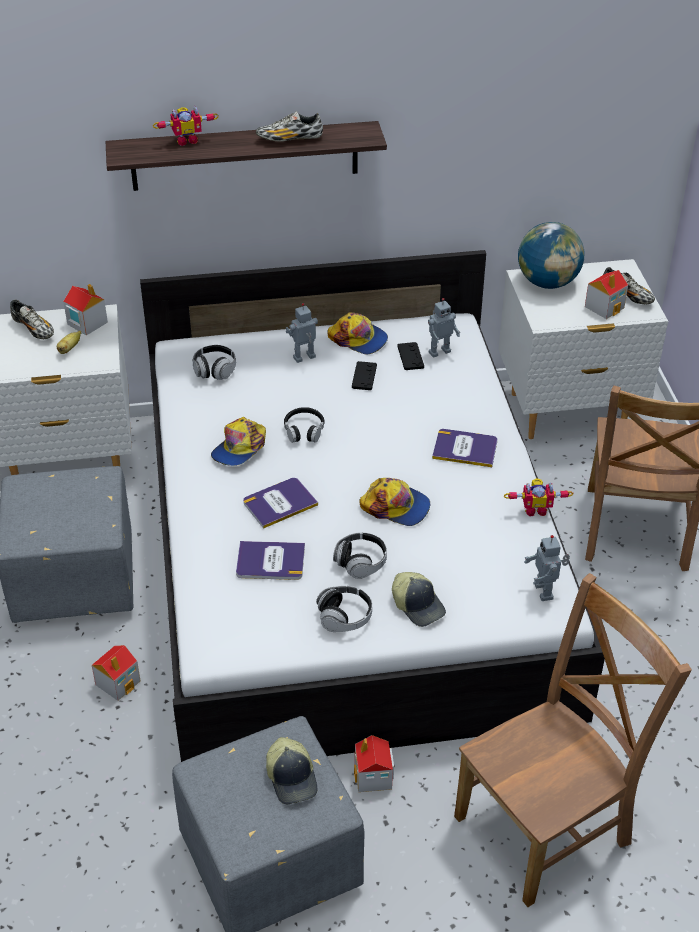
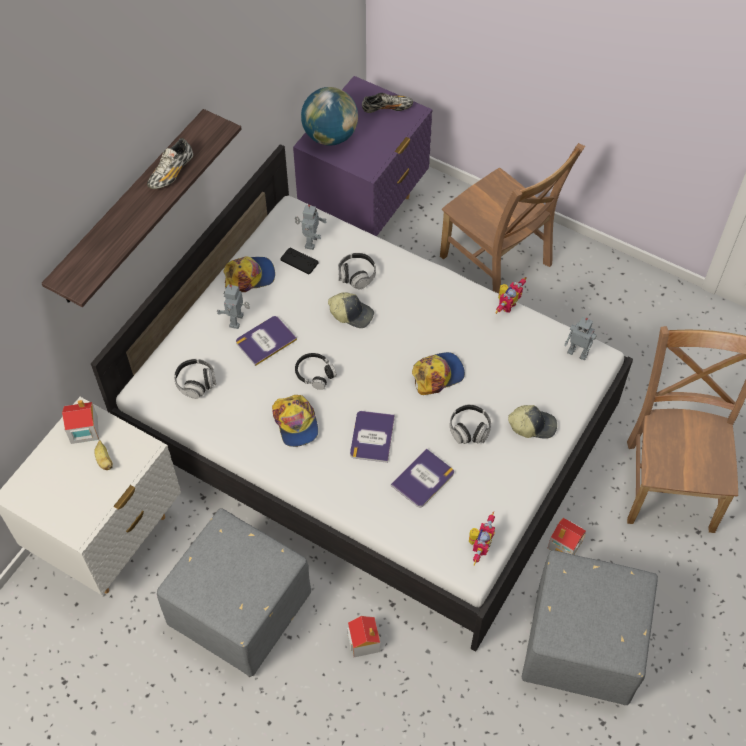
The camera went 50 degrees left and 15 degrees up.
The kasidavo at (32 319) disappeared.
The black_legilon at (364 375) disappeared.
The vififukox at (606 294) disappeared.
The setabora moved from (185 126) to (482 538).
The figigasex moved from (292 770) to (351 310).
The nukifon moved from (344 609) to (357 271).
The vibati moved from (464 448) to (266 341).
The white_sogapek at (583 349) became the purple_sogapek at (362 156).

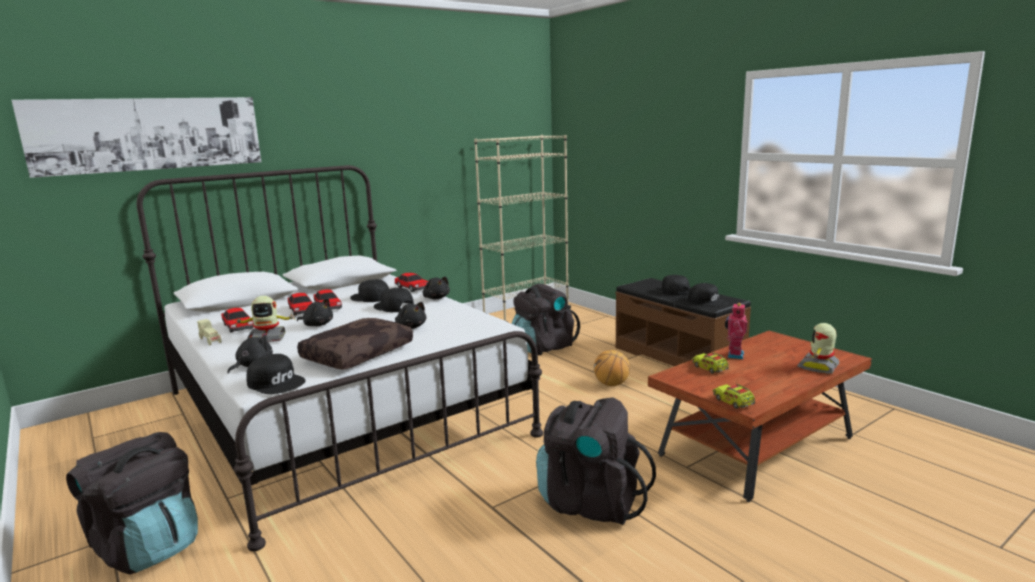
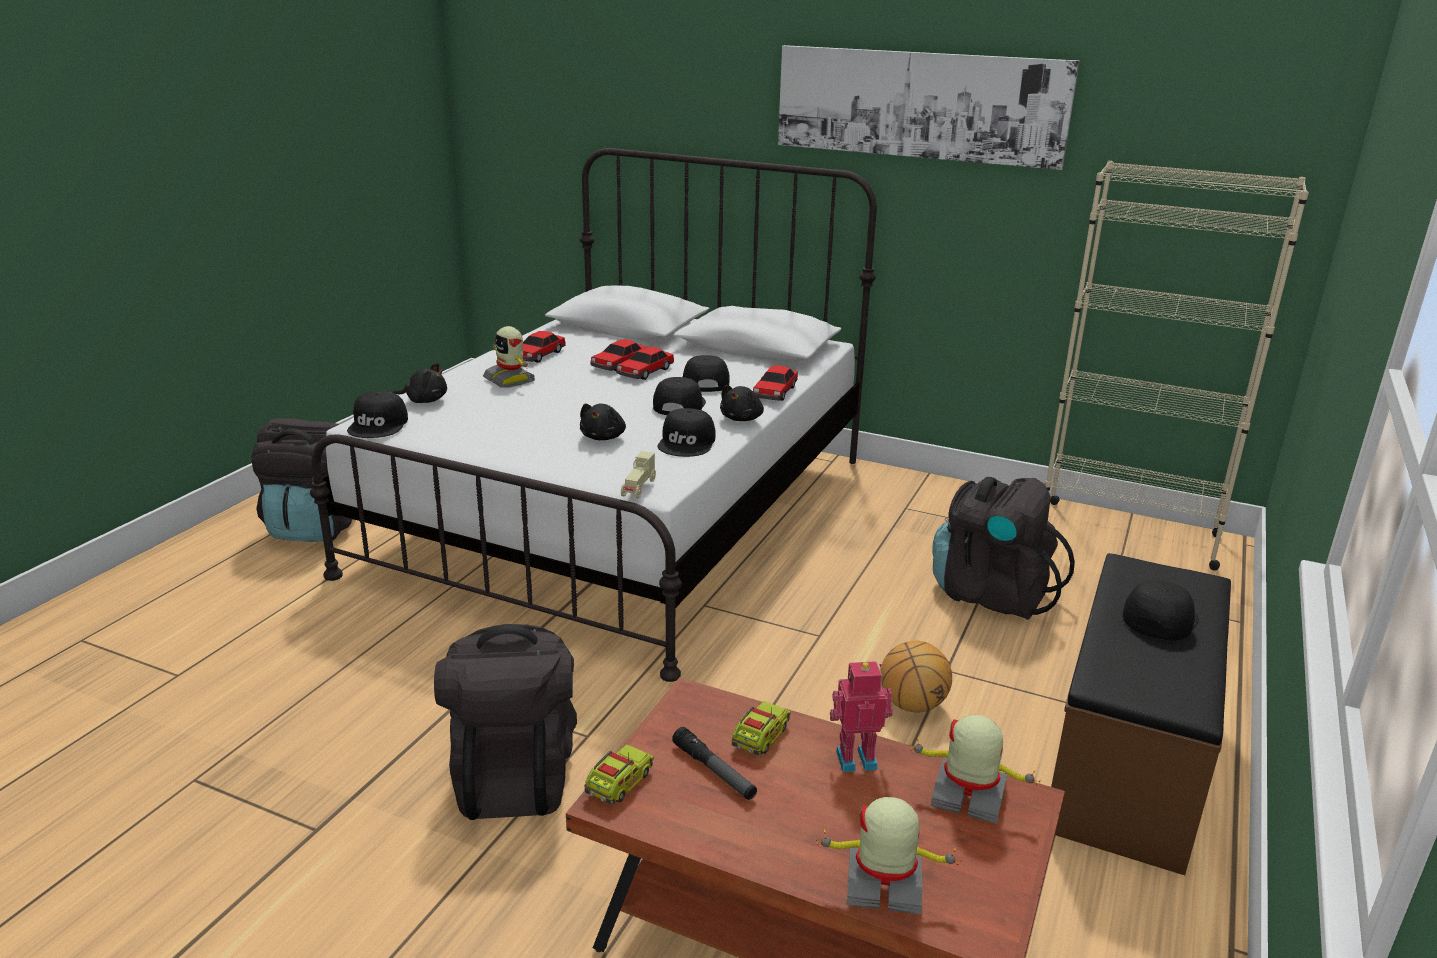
The camera went 60 degrees right and 10 degrees up.
The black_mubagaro at (315 312) disappeared.
The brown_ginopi at (355 344) disappeared.
The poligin at (714 763) appeared.
The setabora at (975 769) appeared.
The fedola moved from (136 137) to (928 107).
The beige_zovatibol moved from (209 332) to (638 475).
The black_figigasex moved from (708 294) to (687 432).

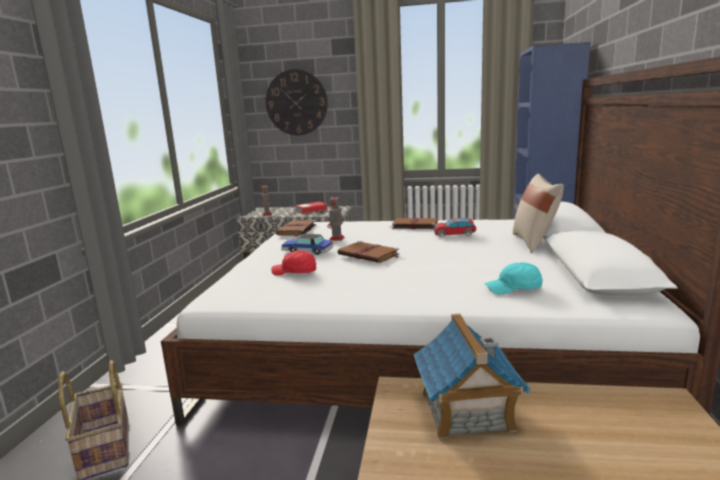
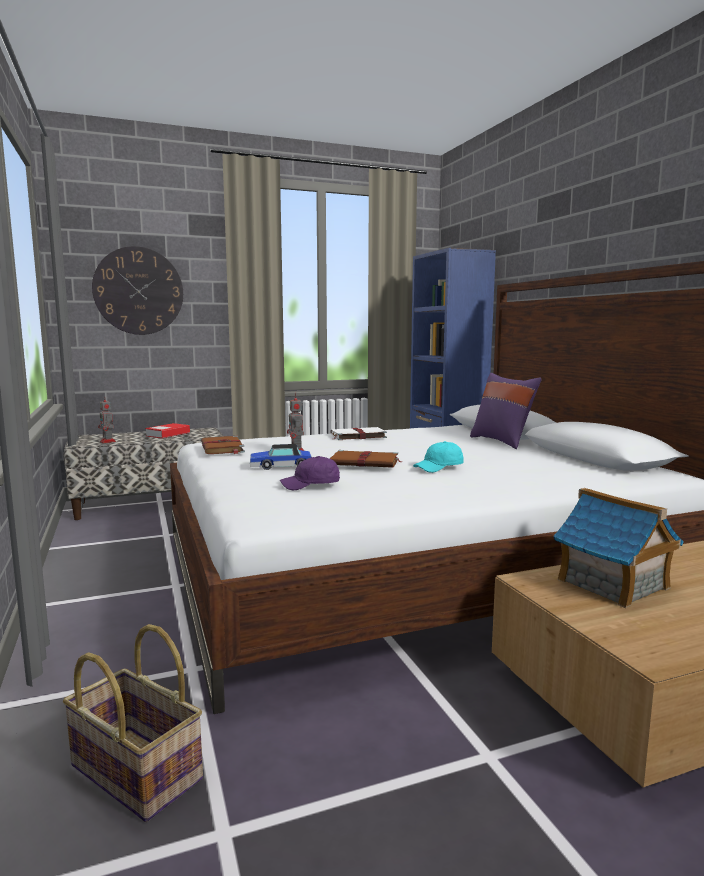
The camera went 30 degrees left and 5 degrees down.
The zovatibol at (455 227) disappeared.
The turquoise_figigasex moved from (514 278) to (438 457).
The red_figigasex at (293 263) became the purple_figigasex at (310 473).
The brown_vibati at (413 223) became the white_vibati at (358 433).
The beige_ginopi at (538 213) became the purple_ginopi at (505 411).

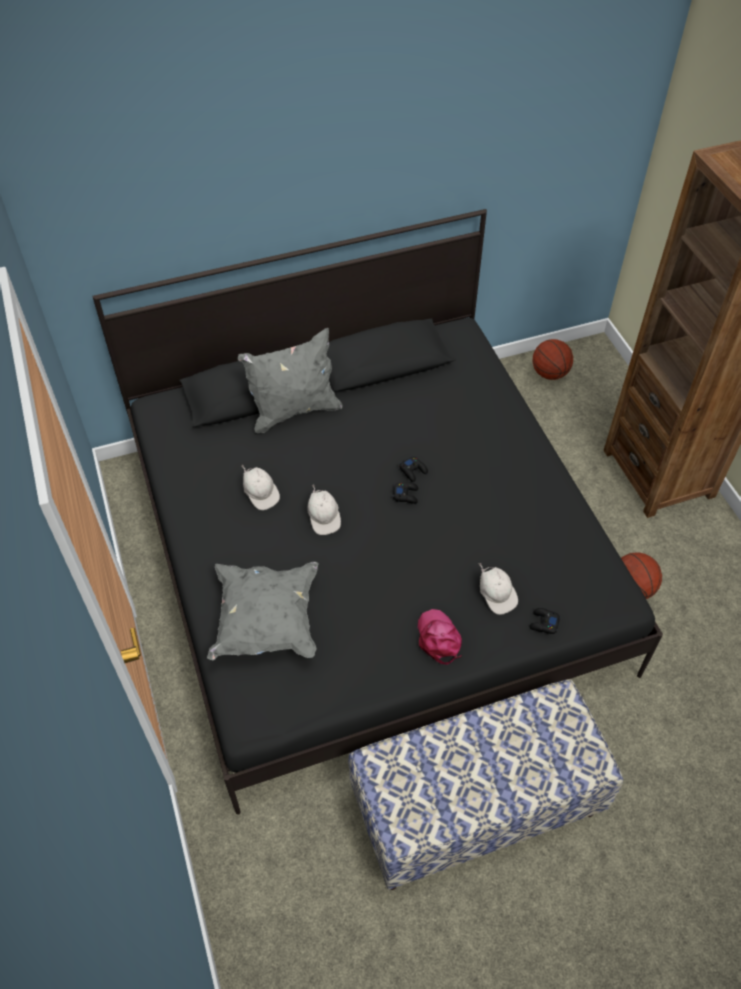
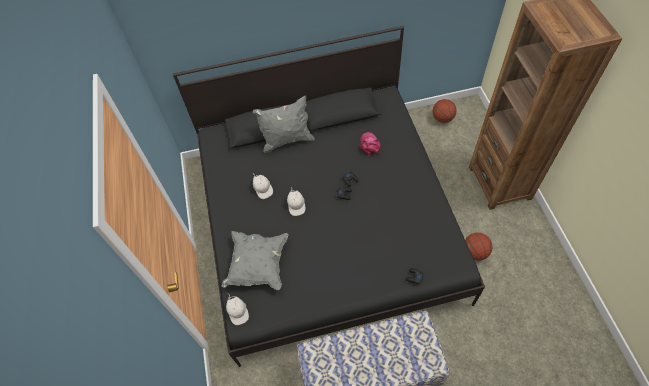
The camera went 10 degrees right and 5 degrees up.
The pink_figigasex moved from (440 637) to (370 144).
The white_figigasex moved from (498 589) to (237 309).

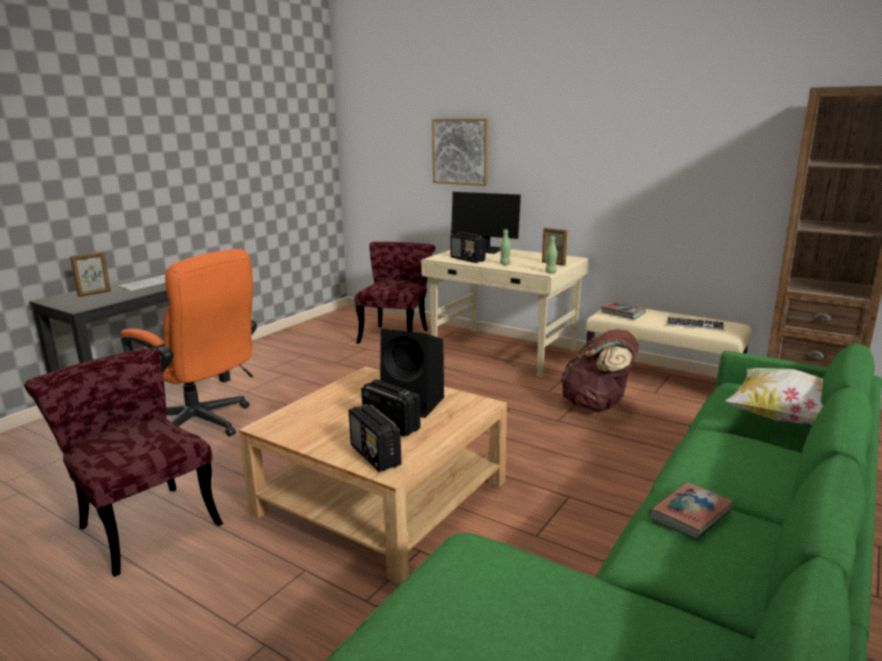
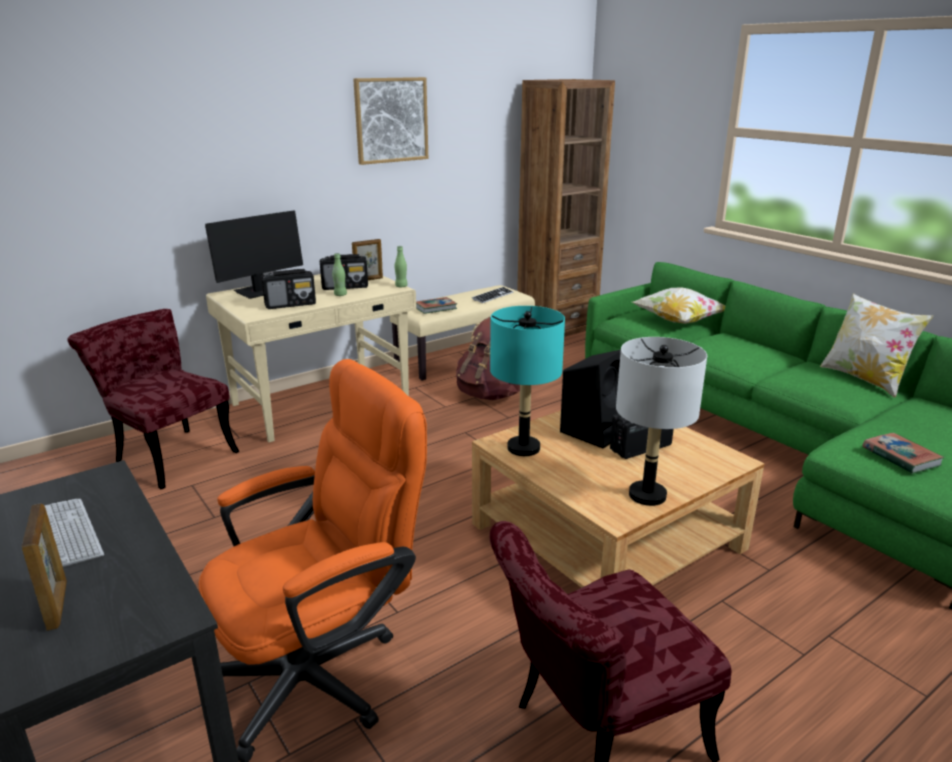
The camera went 70 degrees left and 5 degrees up.
The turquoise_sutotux at (527 381) appeared.
The grey_sutotux at (661 421) appeared.
The ginopi at (877 345) appeared.
The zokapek moved from (375 438) to (344 272).
The fedola moved from (460 152) to (390 121).
The vibati moved from (691 511) to (904 453).

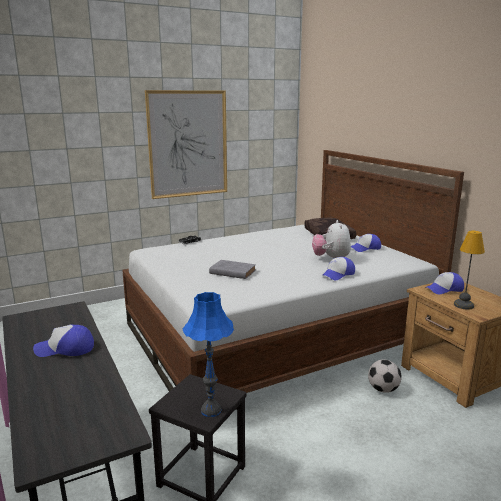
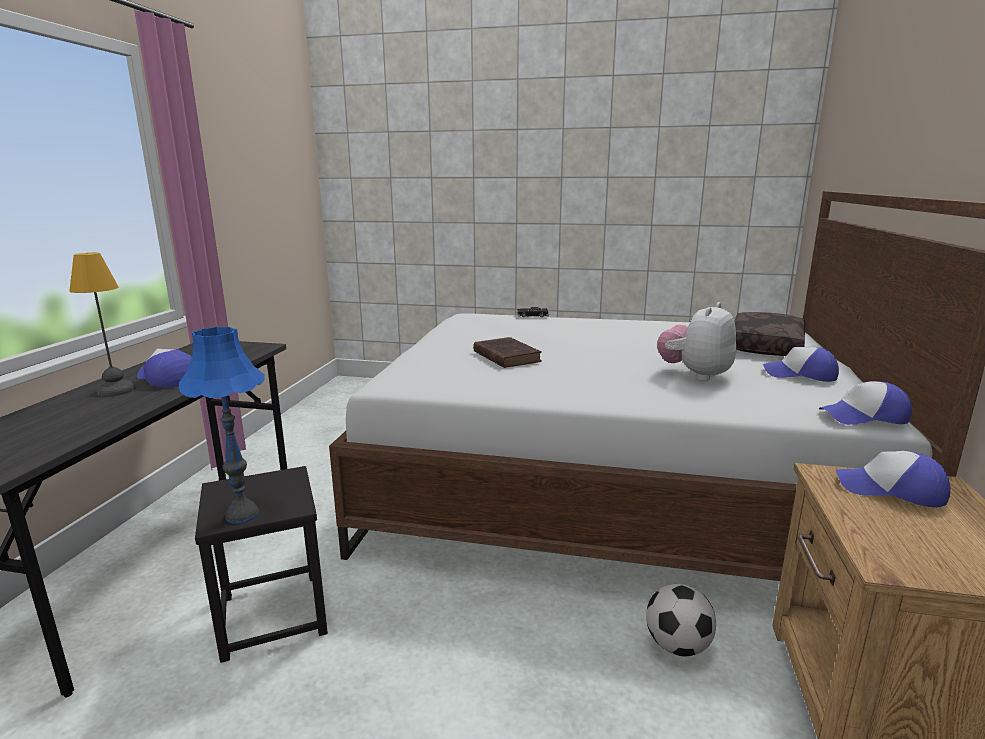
The camera went 40 degrees right and 0 degrees up.
The fedola at (186 144) disappeared.
The figigasex moved from (338 268) to (865 403).
The sutotux moved from (469 270) to (102 325).
The grey_vibati at (232 269) became the brown_vibati at (507 352).

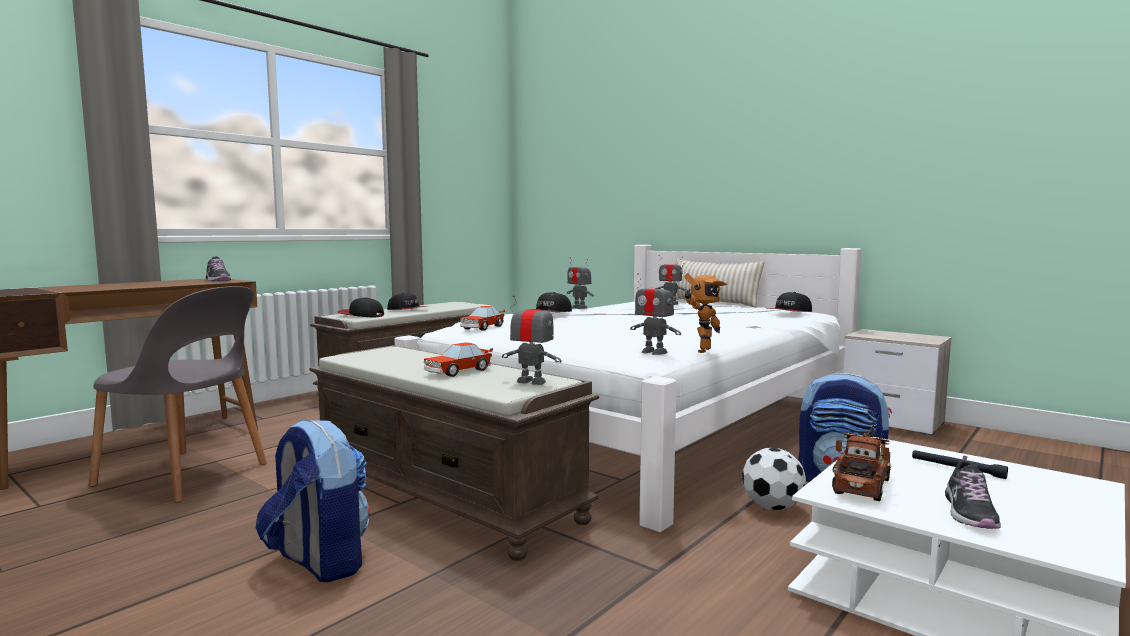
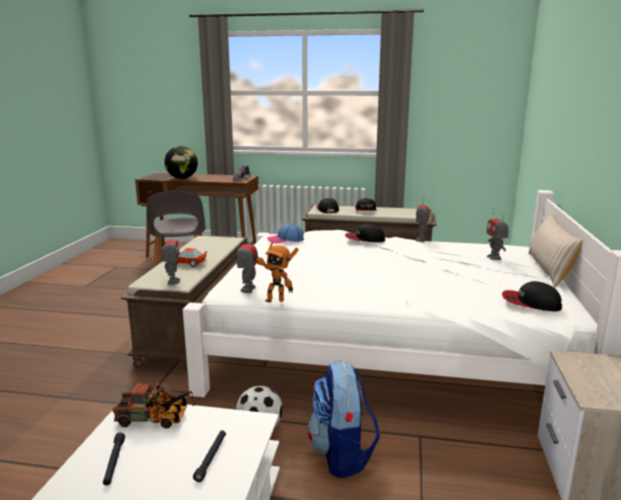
The camera went 60 degrees right and 10 degrees up.
The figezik at (312 500) disappeared.
The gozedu at (181 162) appeared.
The zovatibol at (482 318) was replaced by the figigasex at (285 233).
The kasidavo at (973 492) was replaced by the black_poligin at (114 459).

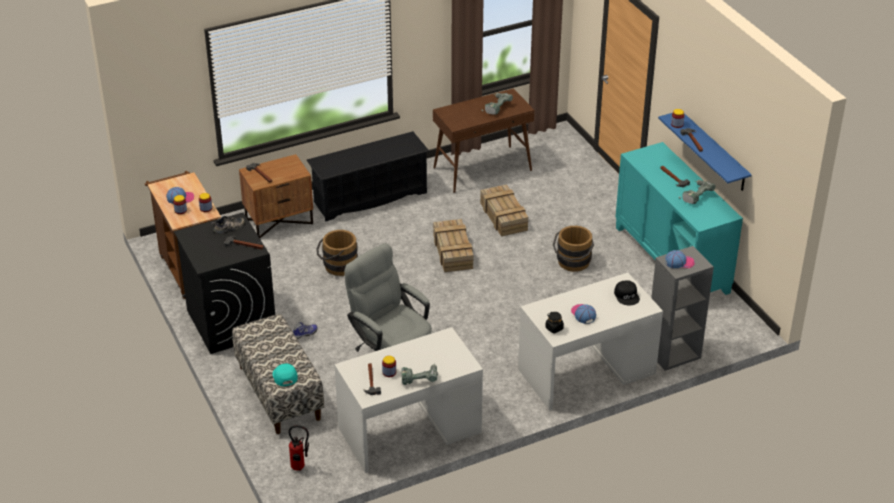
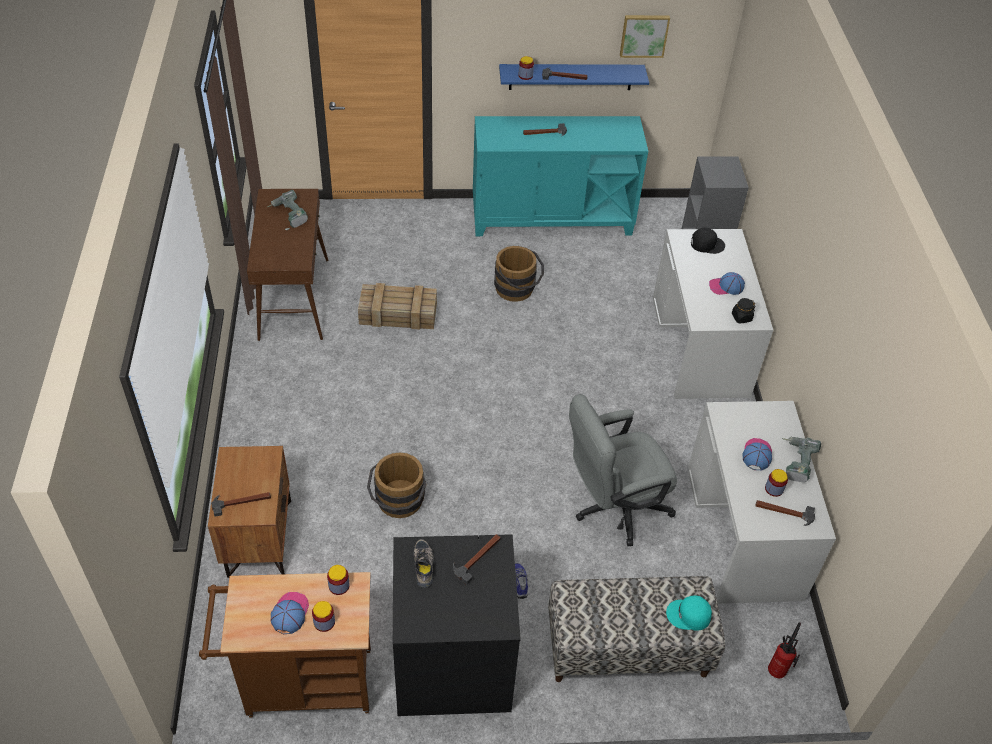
The camera went 70 degrees left and 10 degrees up.
The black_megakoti at (368 176) disappeared.
The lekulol at (453 245) disappeared.
The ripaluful at (697 192) disappeared.
The fedola at (645 36) appeared.
The figigasex moved from (680 259) to (757 454).

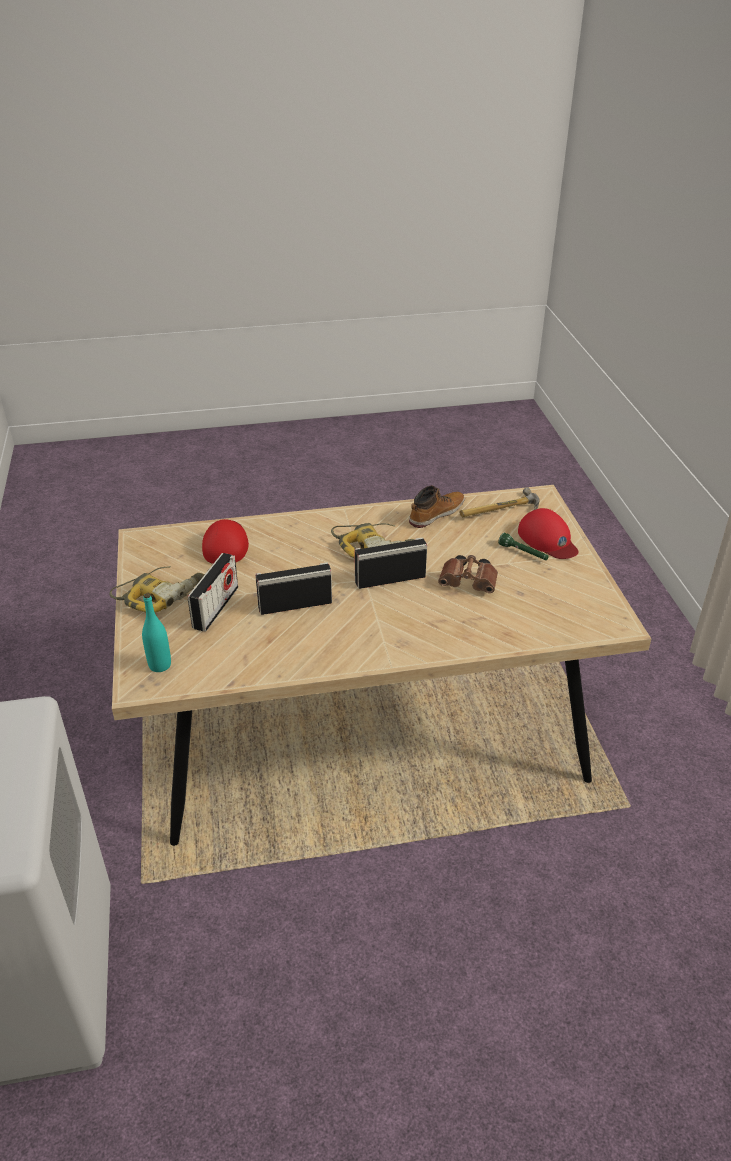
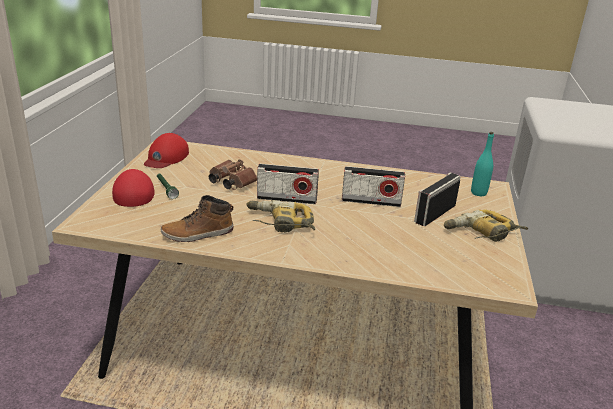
The camera went 160 degrees left and 10 degrees down.
The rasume at (500 502) disappeared.
The red_figigasex moved from (225 541) to (166 150).

